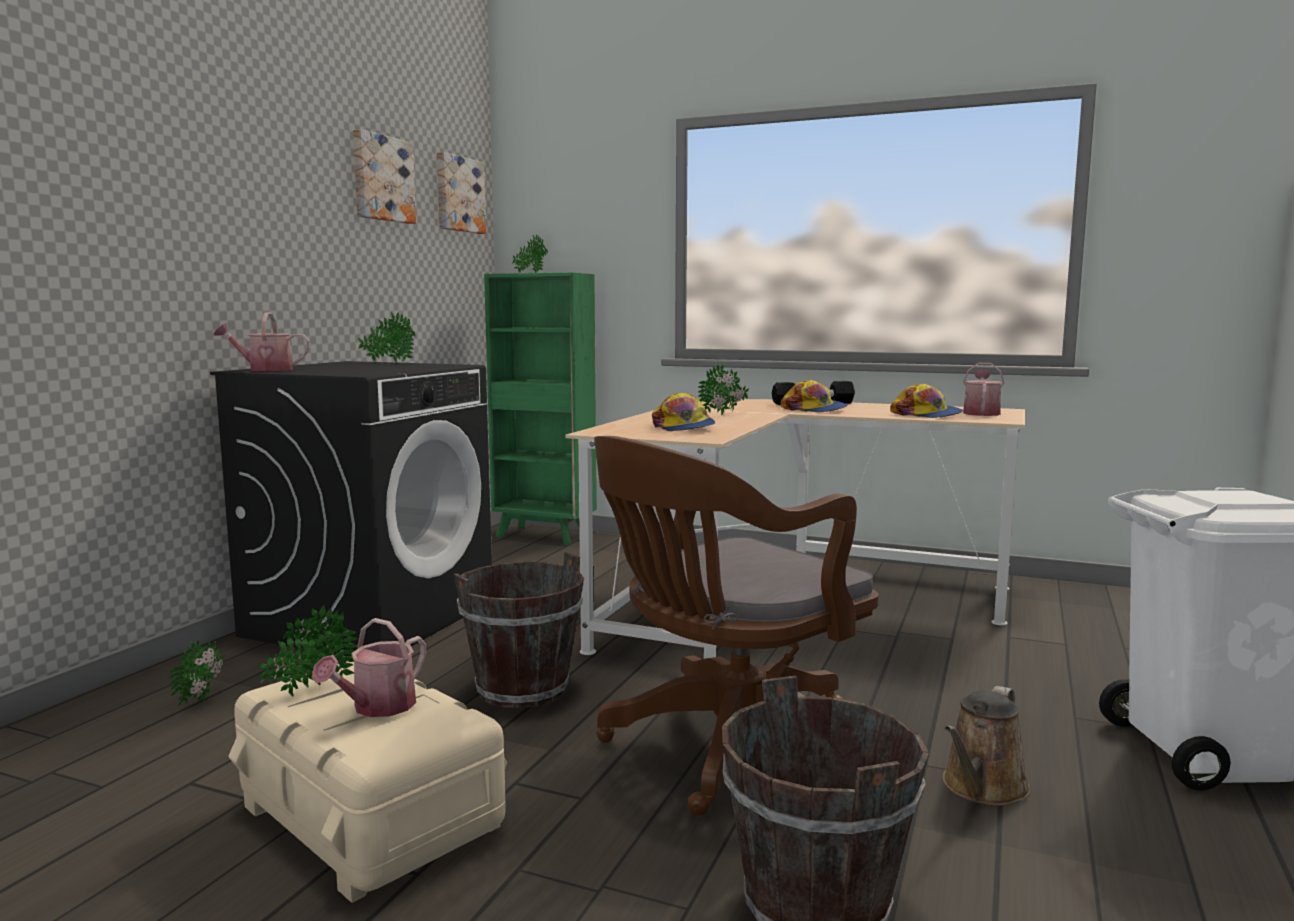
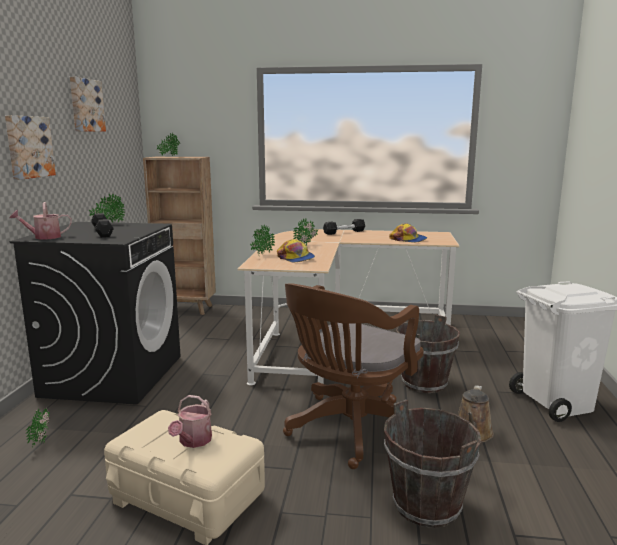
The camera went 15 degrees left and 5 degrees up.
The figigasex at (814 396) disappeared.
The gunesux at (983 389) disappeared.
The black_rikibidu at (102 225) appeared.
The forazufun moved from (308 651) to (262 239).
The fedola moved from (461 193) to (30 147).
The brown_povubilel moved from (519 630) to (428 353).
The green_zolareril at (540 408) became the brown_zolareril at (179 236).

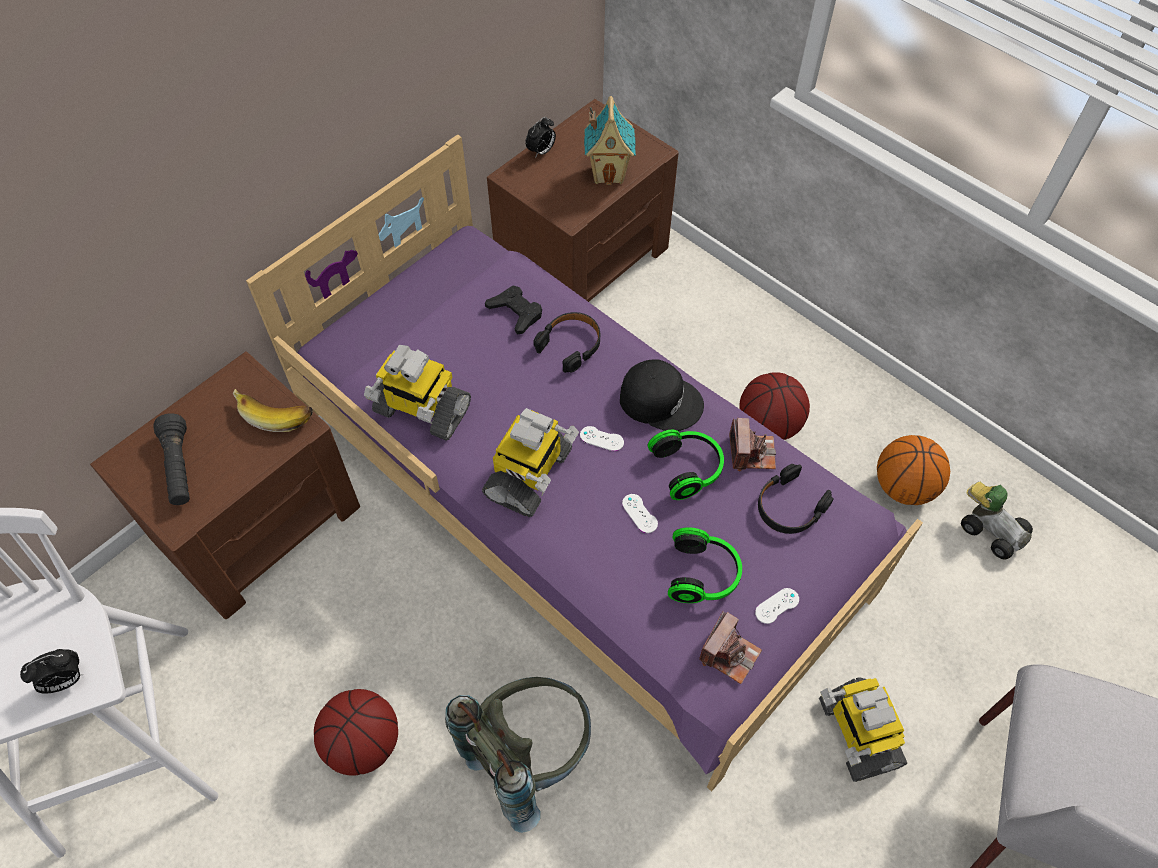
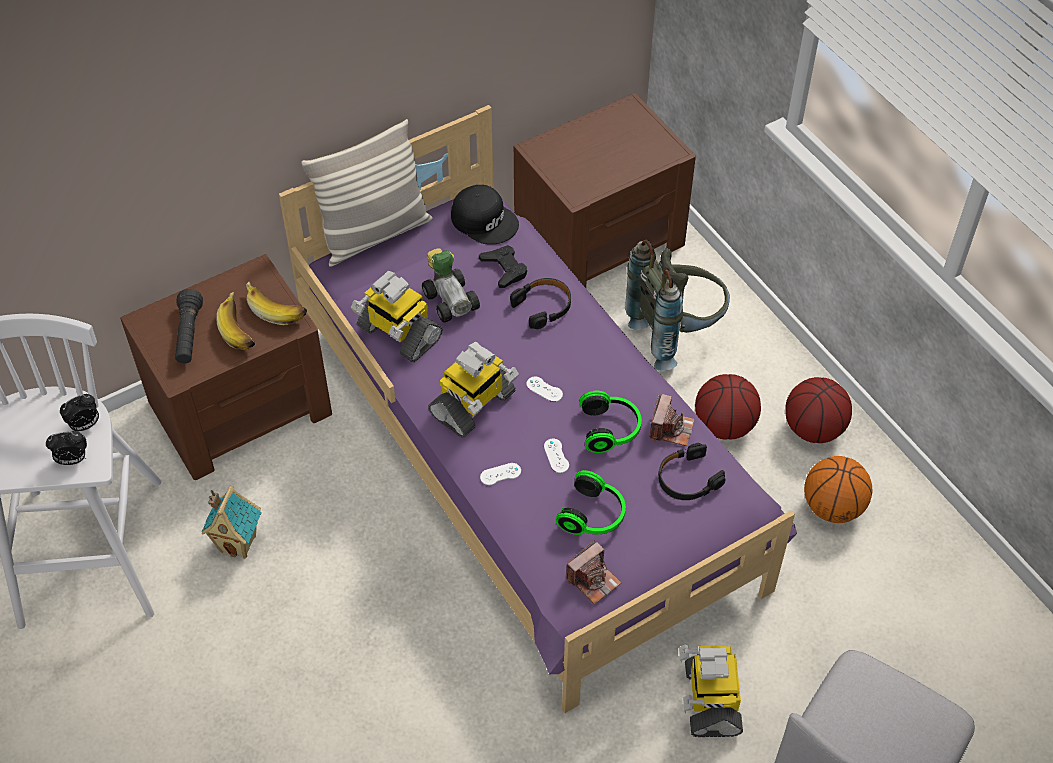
The camera went 15 degrees right and 5 degrees down.
The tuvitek at (235 321) appeared.
The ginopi at (367 193) appeared.
The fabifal moved from (356 732) to (818 410).
The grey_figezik moved from (518 755) to (677 305).
The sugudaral moved from (541 137) to (79 412).
The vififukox moved from (610 140) to (231 522).
The black_figigasex moved from (662 395) to (485 215).
The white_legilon moved from (777 606) to (500 474).
The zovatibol moved from (997 520) to (451 285).

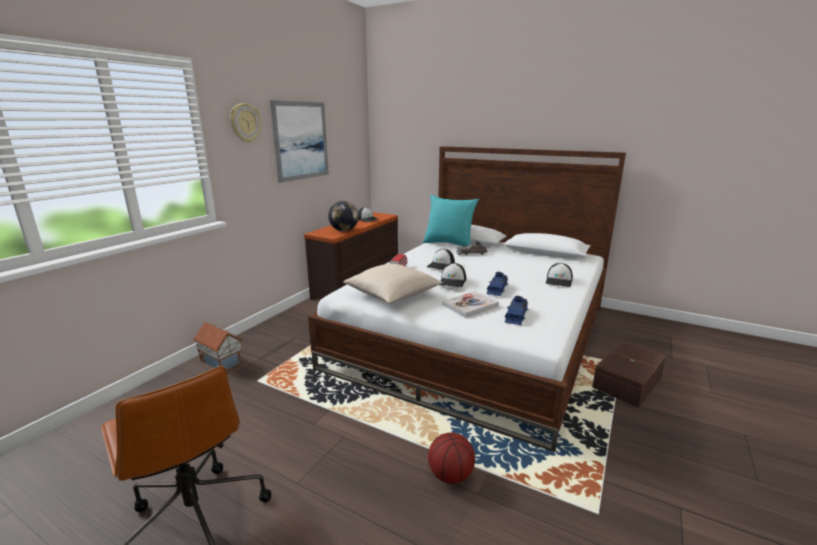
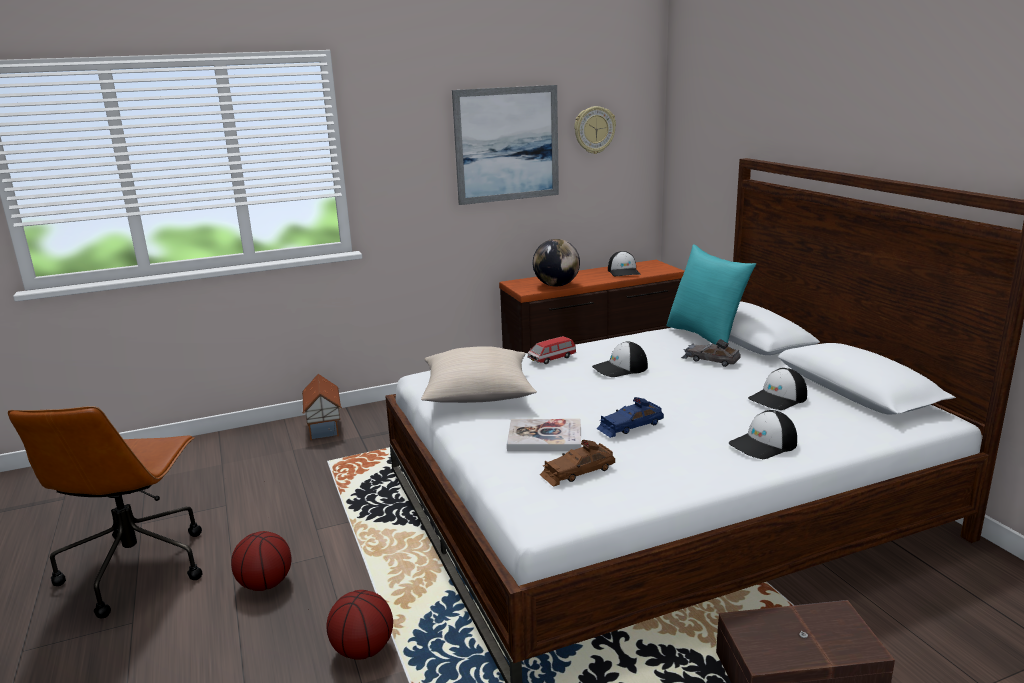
The camera went 40 degrees right and 0 degrees up.
The fabifal at (261 561) appeared.
The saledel moved from (245 123) to (595 130).
The figigasex moved from (452 275) to (777 389).
The blue_zovatibol at (517 310) became the brown_zovatibol at (577 463).

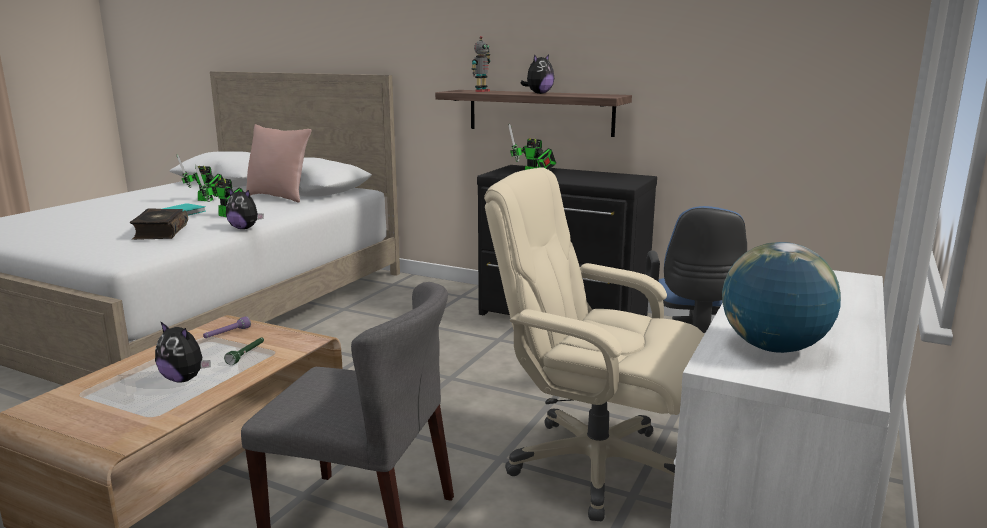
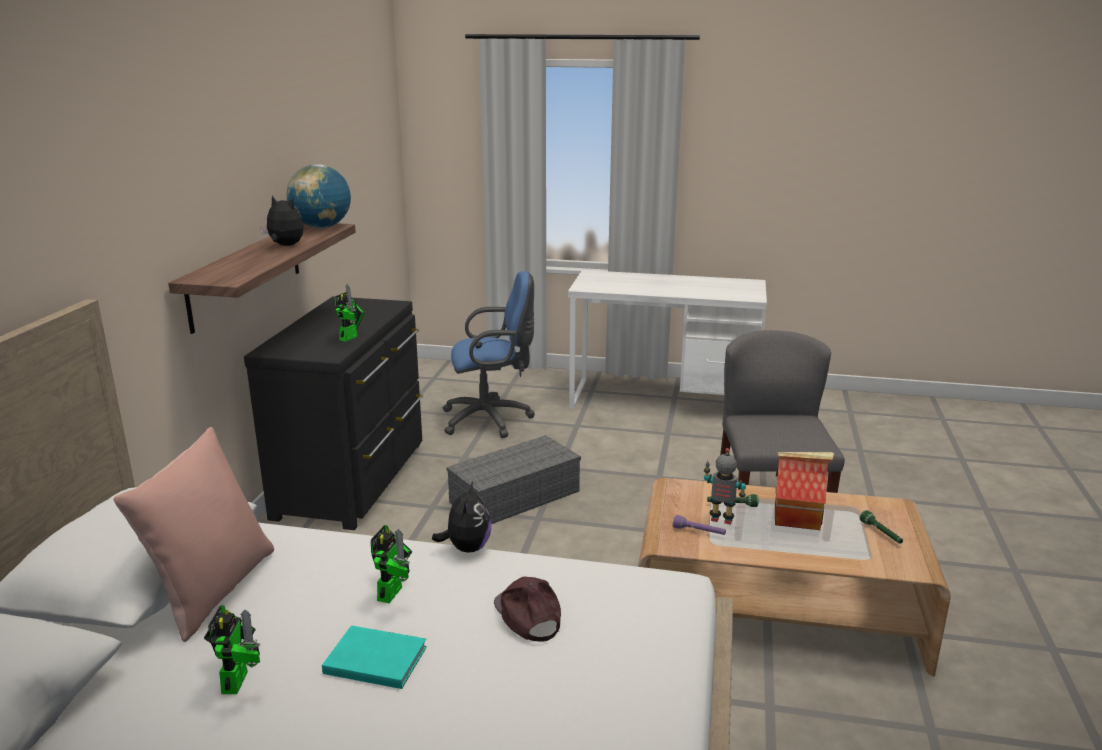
The camera went 105 degrees left and 5 degrees up.
The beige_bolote at (594 344) disappeared.
The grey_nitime at (513 479) appeared.
The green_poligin at (881 527) appeared.
The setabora moved from (481 64) to (725 486).
The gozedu moved from (781 297) to (319 196).
The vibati at (159 224) was replaced by the brown_figigasex at (527 609).
The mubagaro at (183 352) was replaced by the vififukox at (804 491).

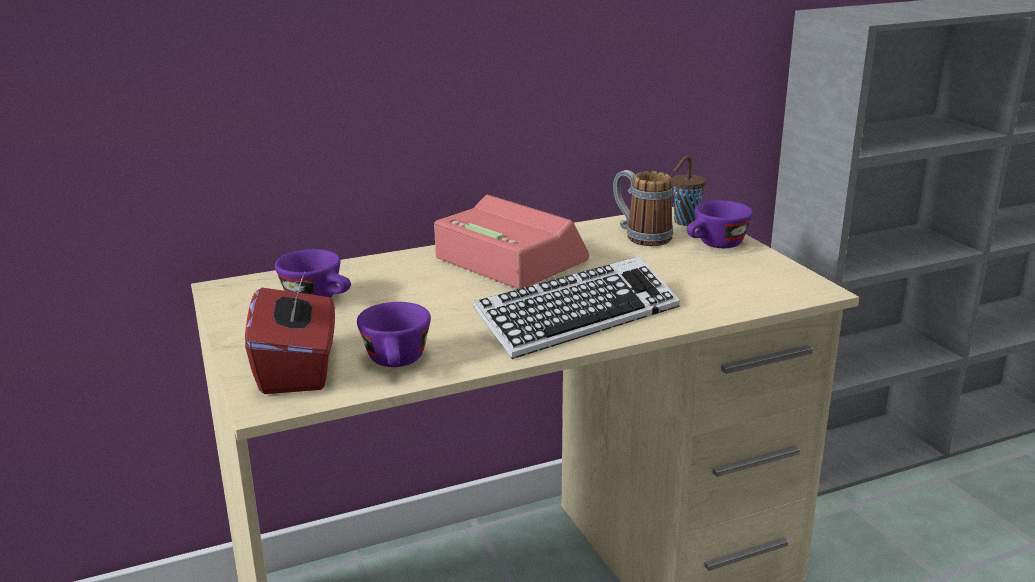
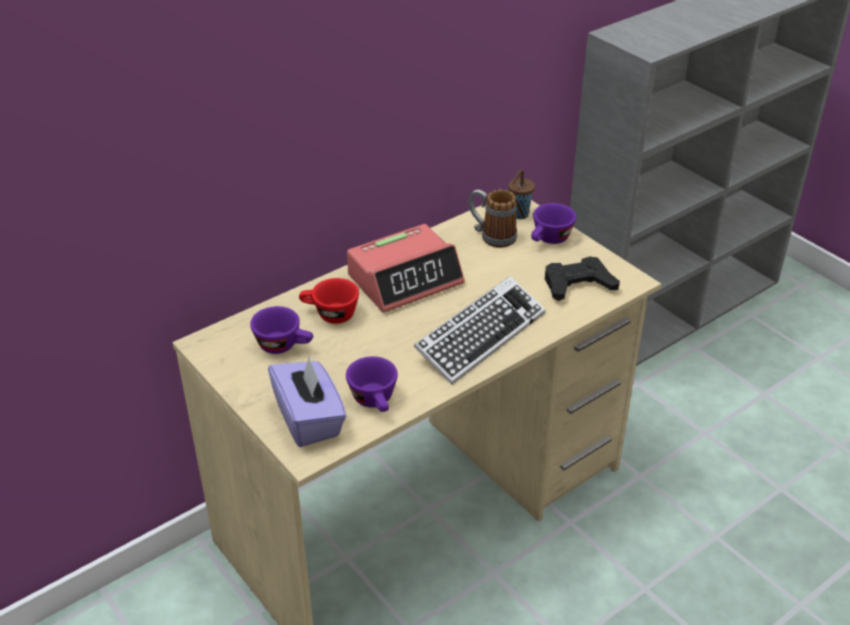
The camera went 15 degrees left and 15 degrees up.
The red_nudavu at (329 301) appeared.
The black_legilon at (582 279) appeared.
The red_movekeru at (290 333) became the purple_movekeru at (307 401).
The sugudaral at (511 242) turned 120 degrees clockwise.

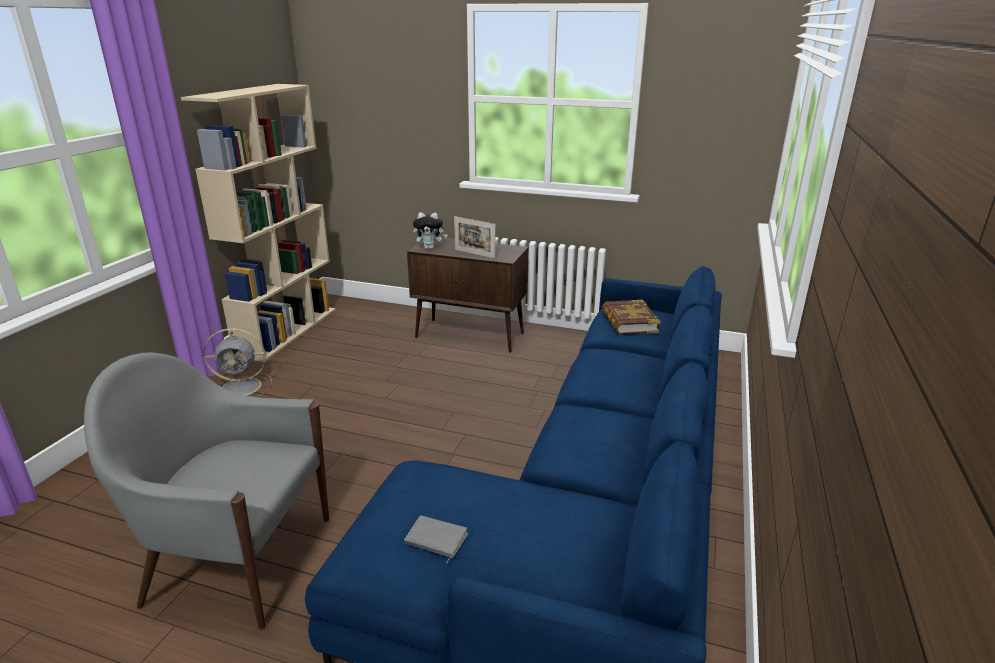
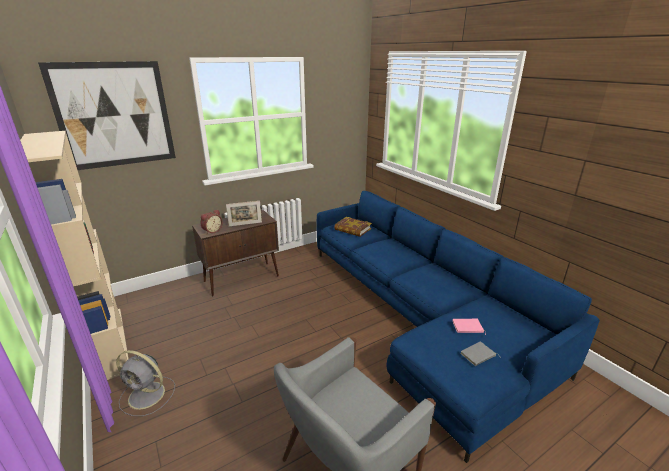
The camera went 50 degrees left and 0 degrees up.
The fedola at (107 115) appeared.
The pink_vibati at (469 327) appeared.
The mubagaro at (430 230) was replaced by the sugudaral at (211 222).
The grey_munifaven at (237 362) turned 75 degrees clockwise.

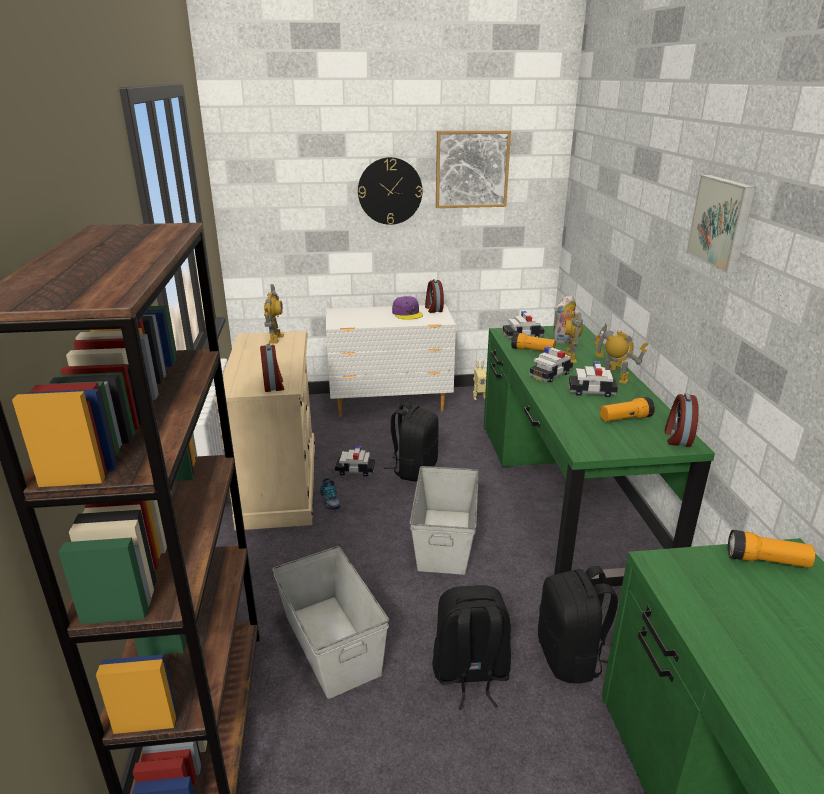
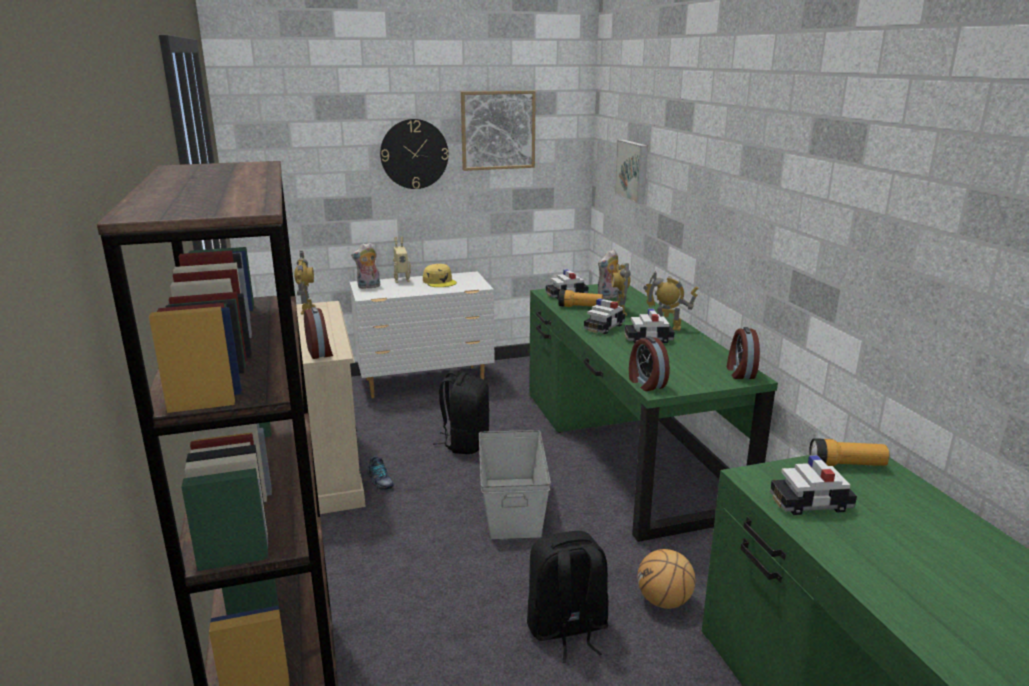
The camera went 10 degrees left and 5 degrees down.
The grey_nitime at (330 622) disappeared.
The poligin at (627 409) disappeared.
The mubagaro at (365 266) appeared.
The zovatibol moved from (355 461) to (813 485).
The sugudaral moved from (434 296) to (649 363).
The setabora moved from (479 380) to (402 260).
The fedola moved from (721 224) to (631 172).
The black_figezik at (578 625) was replaced by the fabifal at (666 579).
The purple_figigasex at (407 308) became the yellow_figigasex at (440 275).

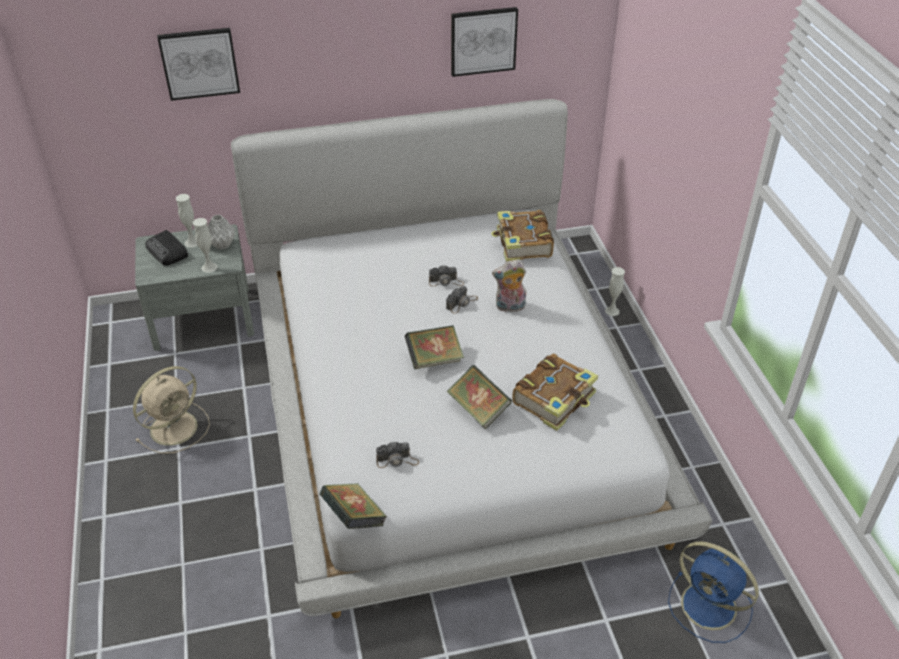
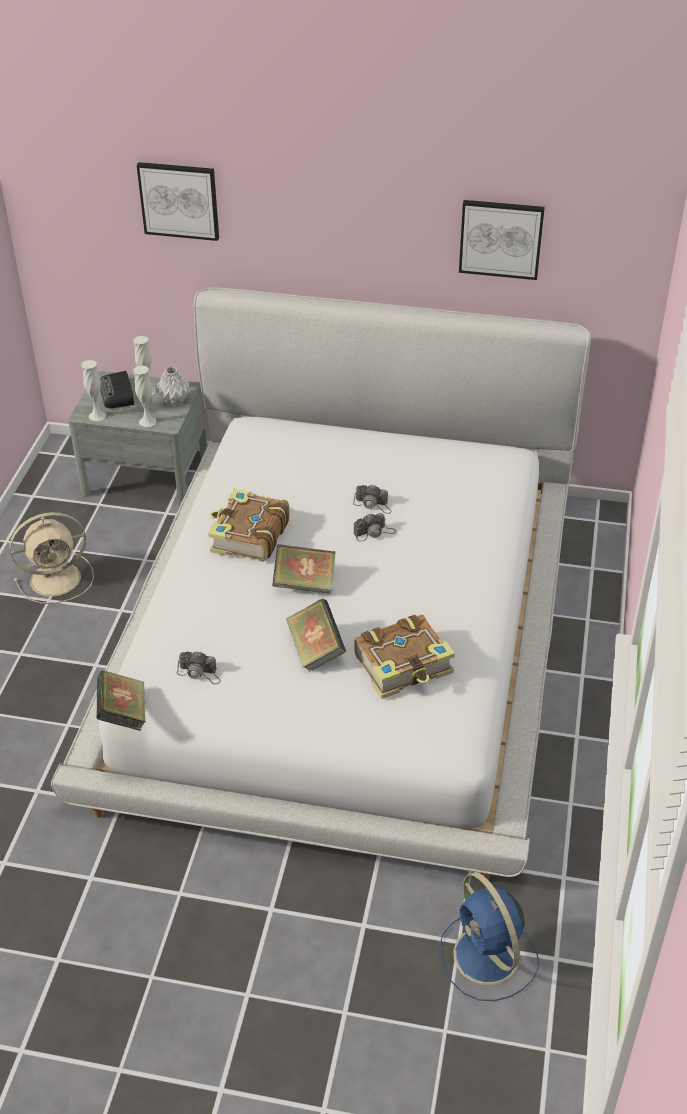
The camera went 25 degrees right and 0 degrees up.
The mubagaro at (509 285) disappeared.
The vibati moved from (522 236) to (249 525).
The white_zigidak moved from (615 291) to (93 390).

